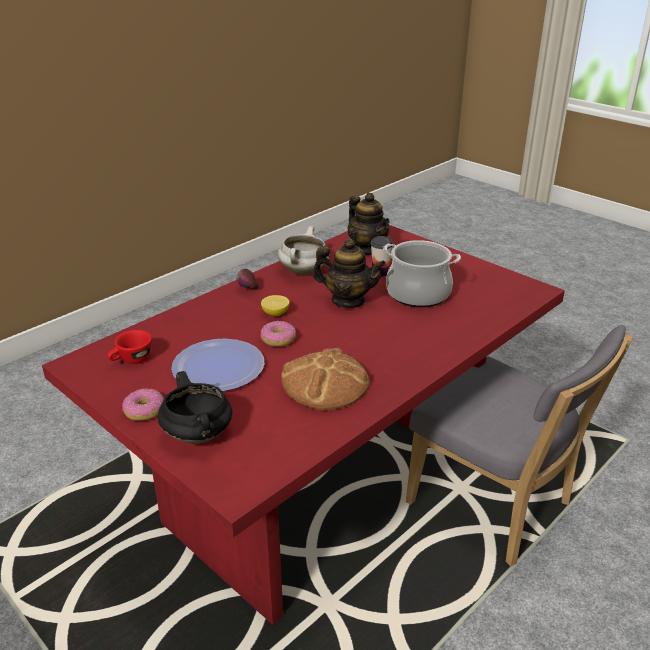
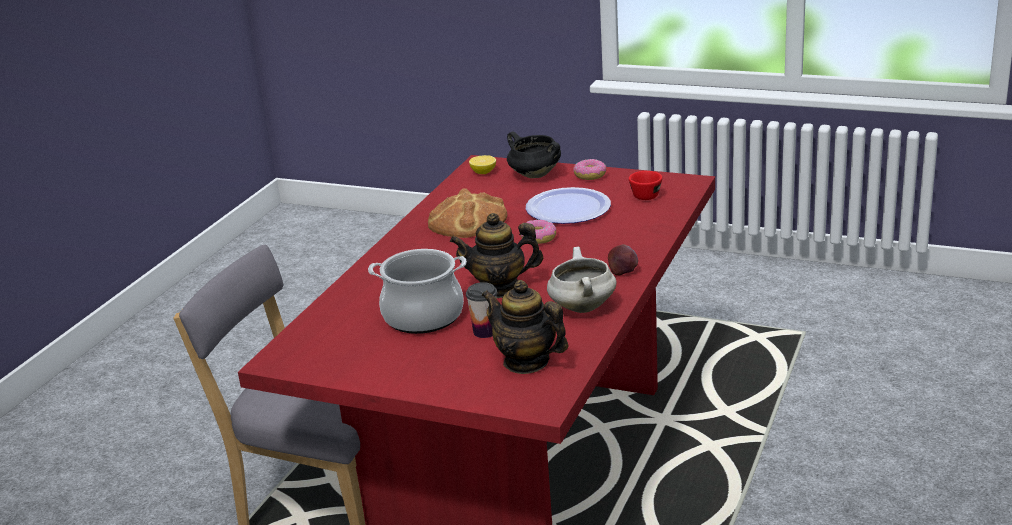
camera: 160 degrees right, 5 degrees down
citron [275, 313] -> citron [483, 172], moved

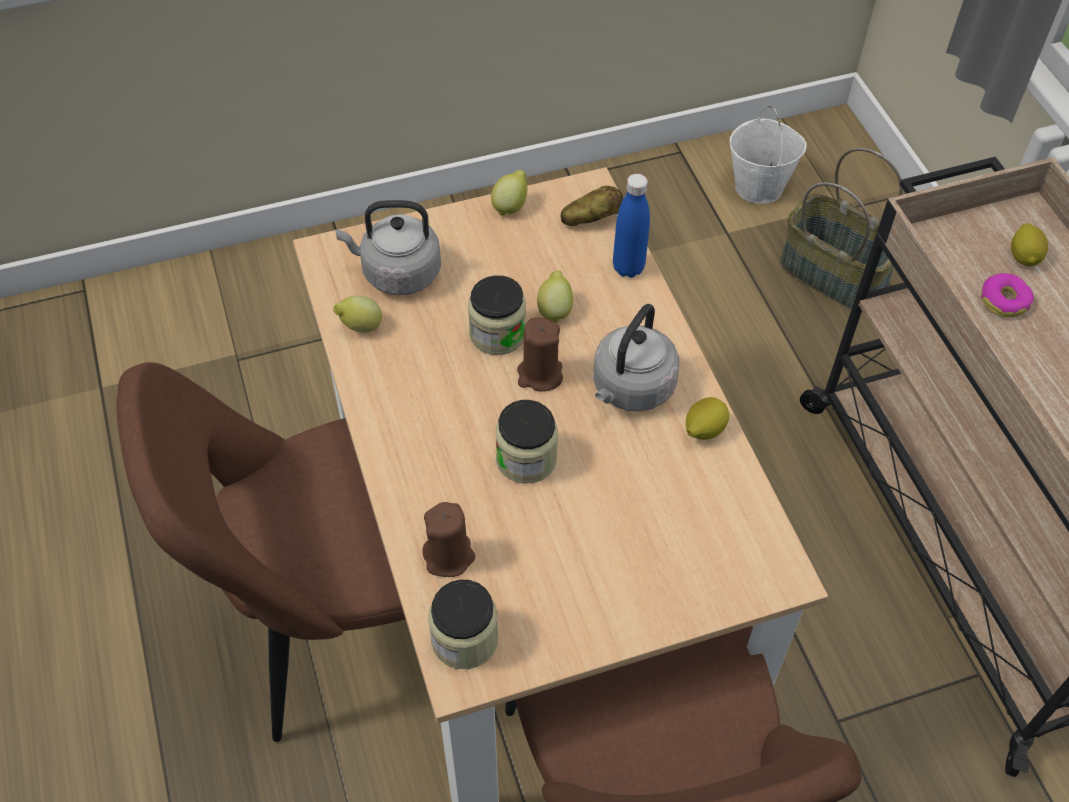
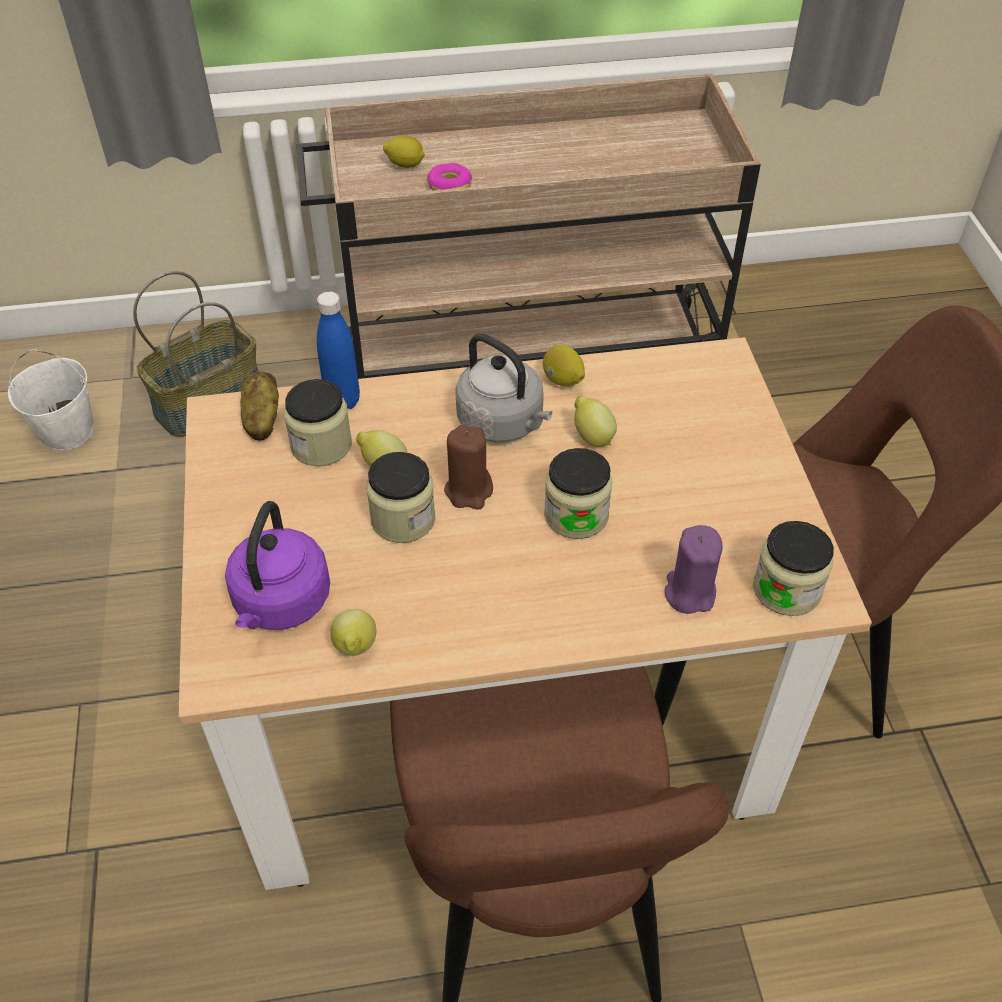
camera: 80 degrees left, 5 degrees down
citron [510, 206] -> citron [592, 437], moved
bouilloire [gris] [397, 273] -> bouilloire [violet] [280, 604]
bougie [marron] [449, 556] -> bougie [violet] [689, 592]
none -> bocal [321, 445]

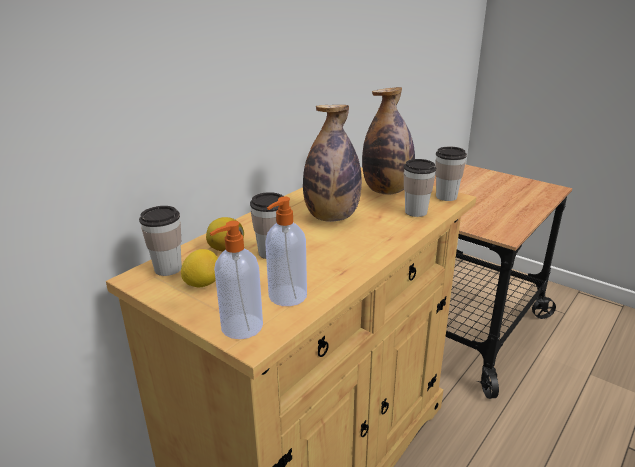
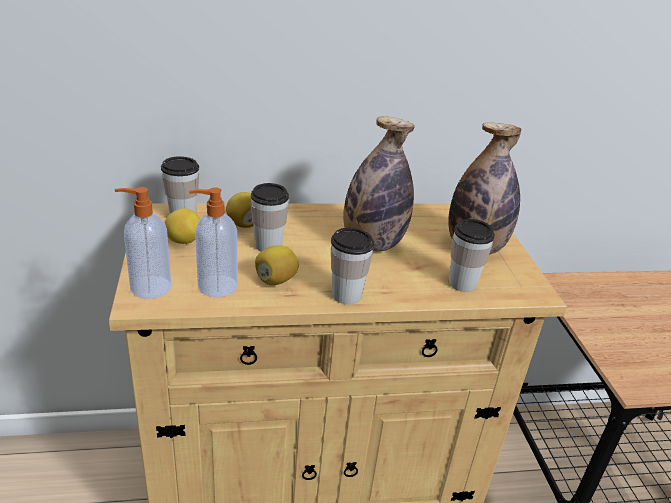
camera: 40 degrees right, 5 degrees up
tasse [446, 196] -> tasse [346, 295], moved
none -> citron [276, 280]

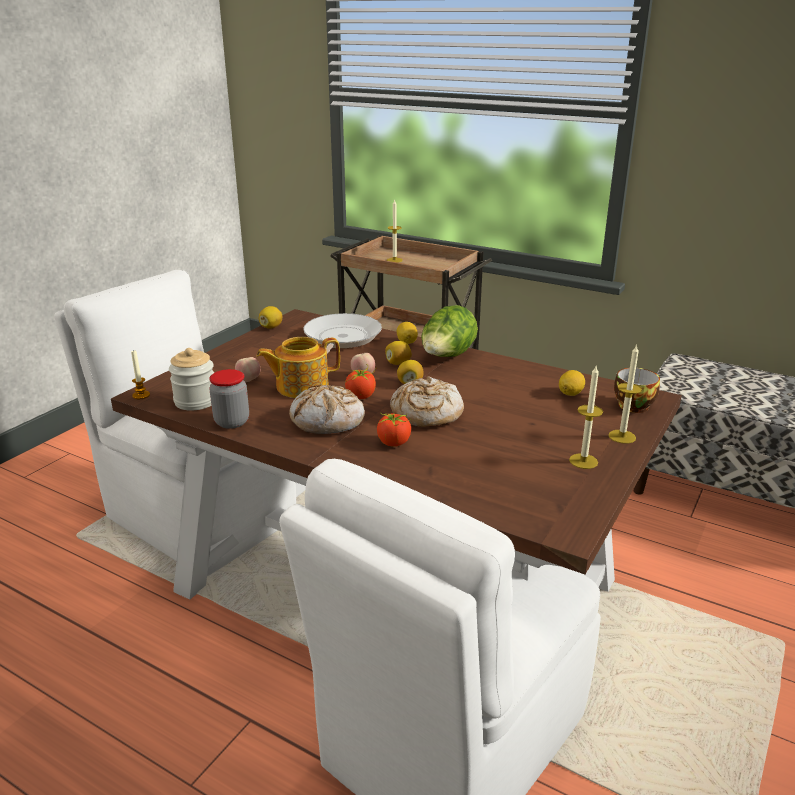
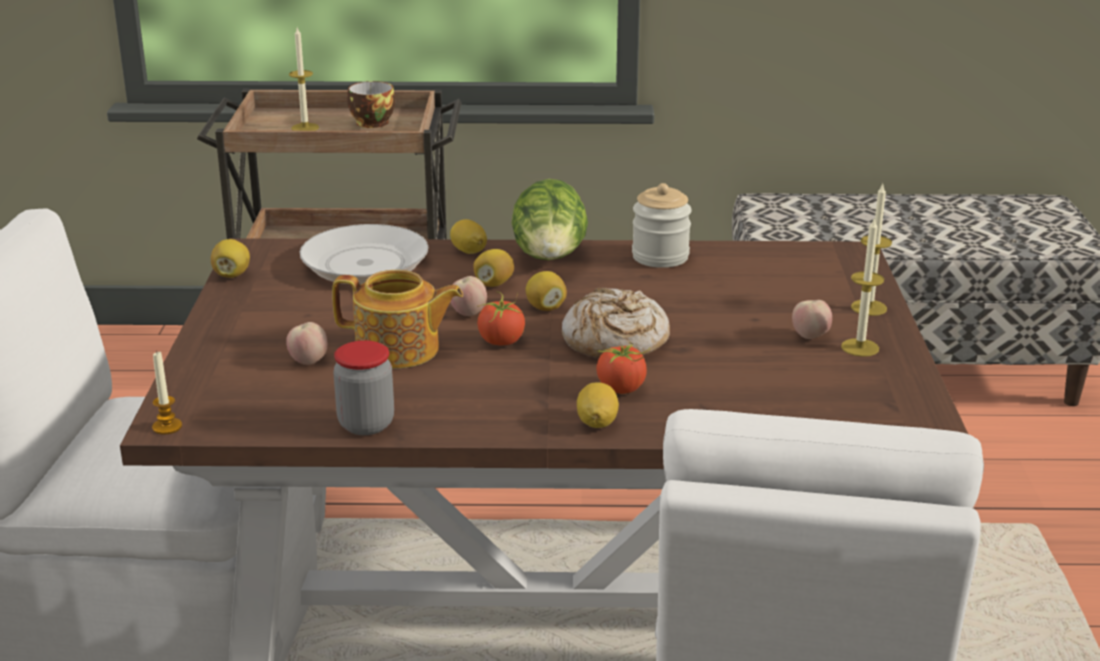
camera: 30 degrees left, 0 degrees up
théière [301, 386] -> théière [399, 350], 120 degrees counterclockwise
bocal [196, 401] -> bocal [660, 257], moved
tasse [631, 405] -> tasse [369, 122], moved
citron [570, 393] -> citron [597, 423], moved
pain [328, 420] -> none
none -> pomme [810, 336]

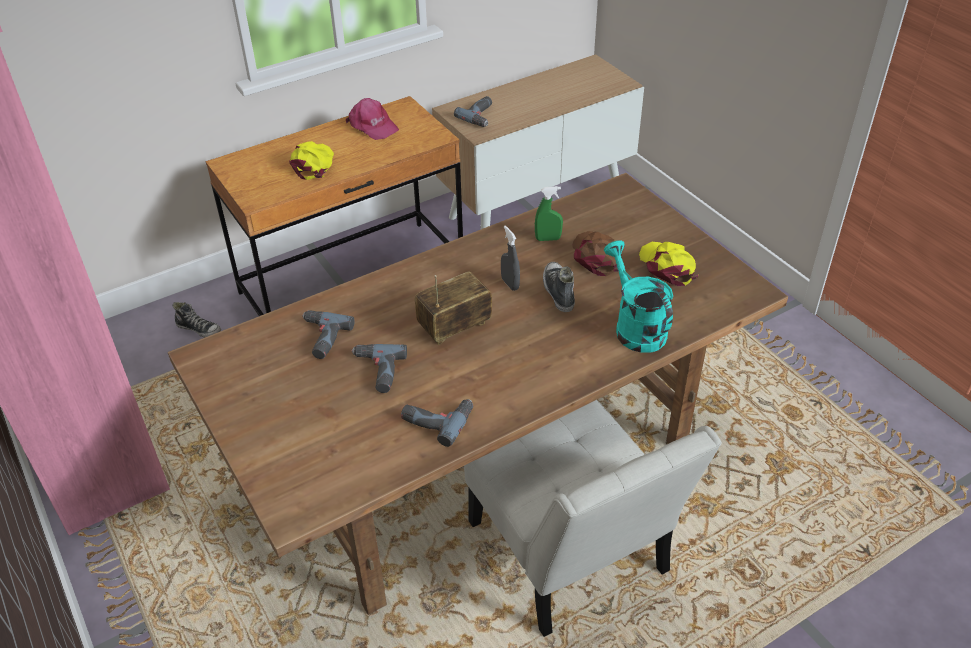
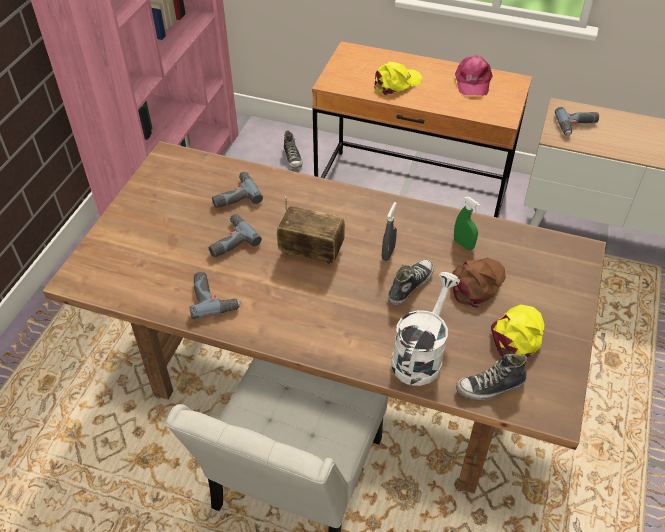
camera: 50 degrees right, 5 degrees up
arrosoir [turquoise] [635, 327] -> arrosoir [blanc] [420, 355]
none -> chaussure [490, 387]

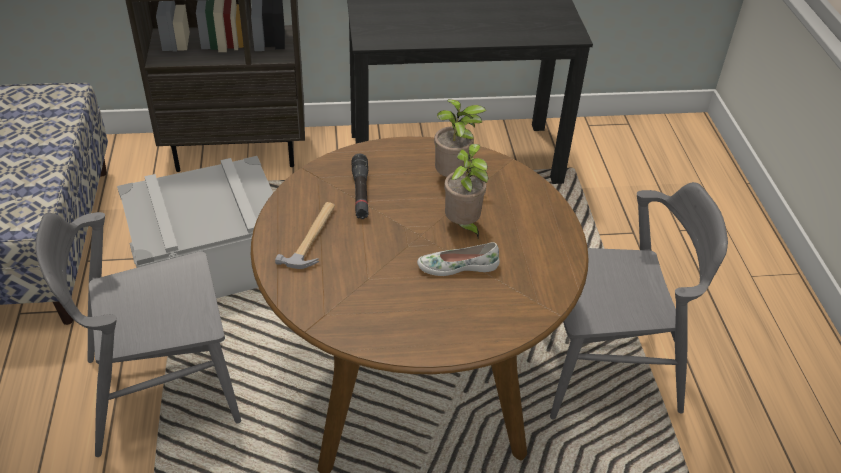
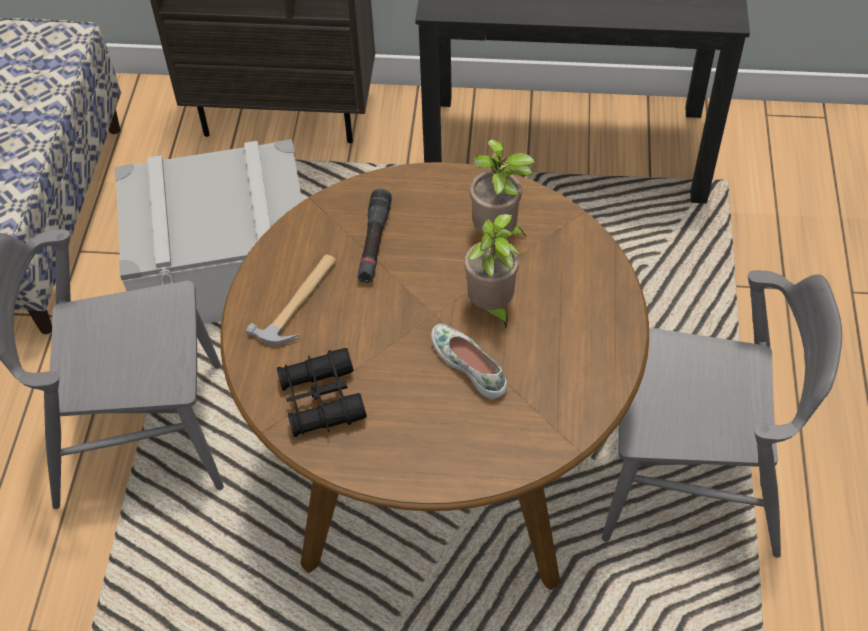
camera: 15 degrees right, 10 degrees up
chaussure [blanc] [457, 266] -> chaussure [blanc] [469, 364], 45 degrees clockwise
none -> jumelles [noir] [321, 400]

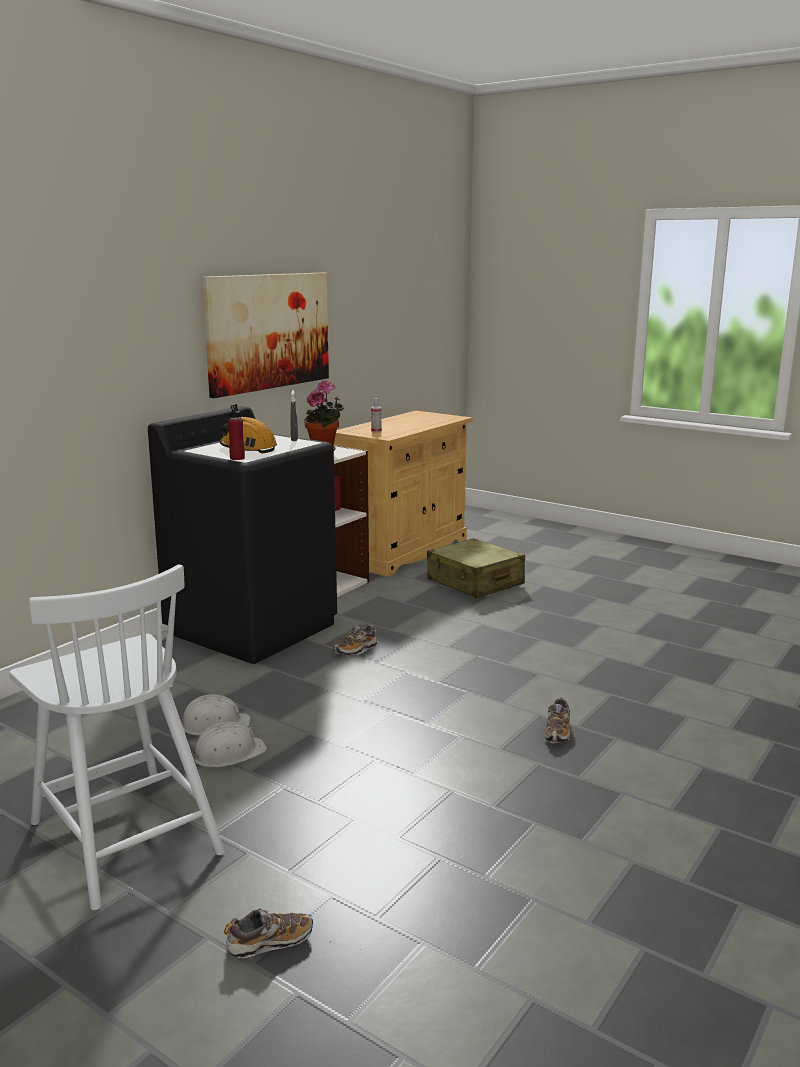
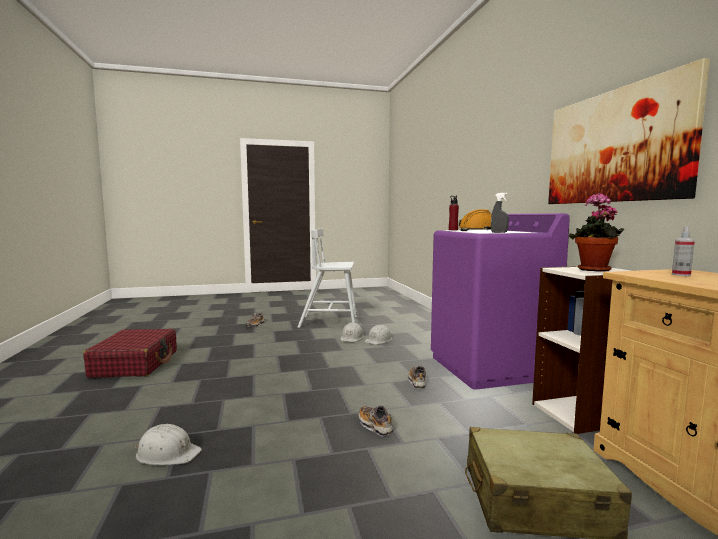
camera: 130 degrees right, 10 degrees down
lave-linge [noir] [253, 628] -> lave-linge [violet] [490, 368]
chaussure [558, 732] -> chaussure [374, 426], moved
none -> valise [rouge] [136, 363]
none -> casque de chantier [blanc] [167, 453]

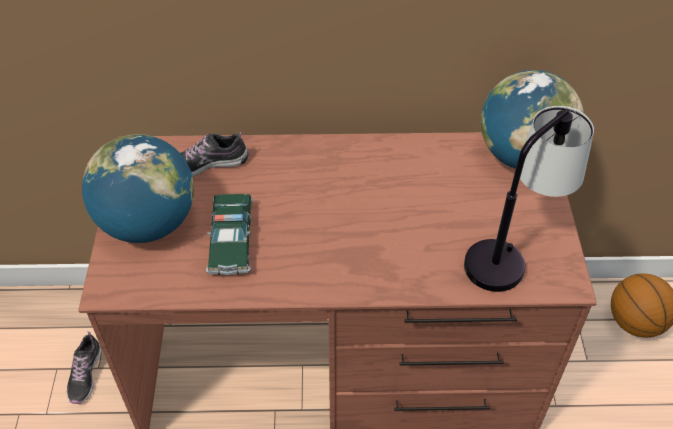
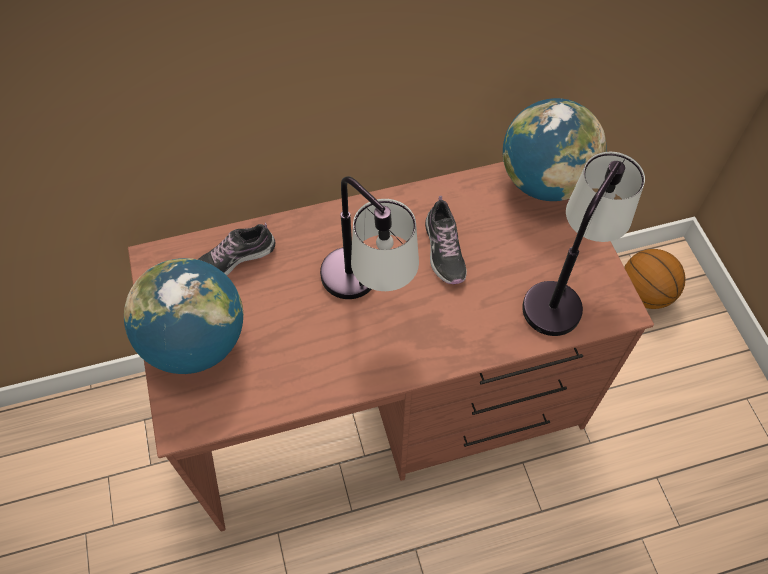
camera: 15 degrees left, 10 degrees up
petite voiture [231, 240] -> none
chaussure [85, 374] -> chaussure [444, 250], moved
none -> lampe de table [367, 293]

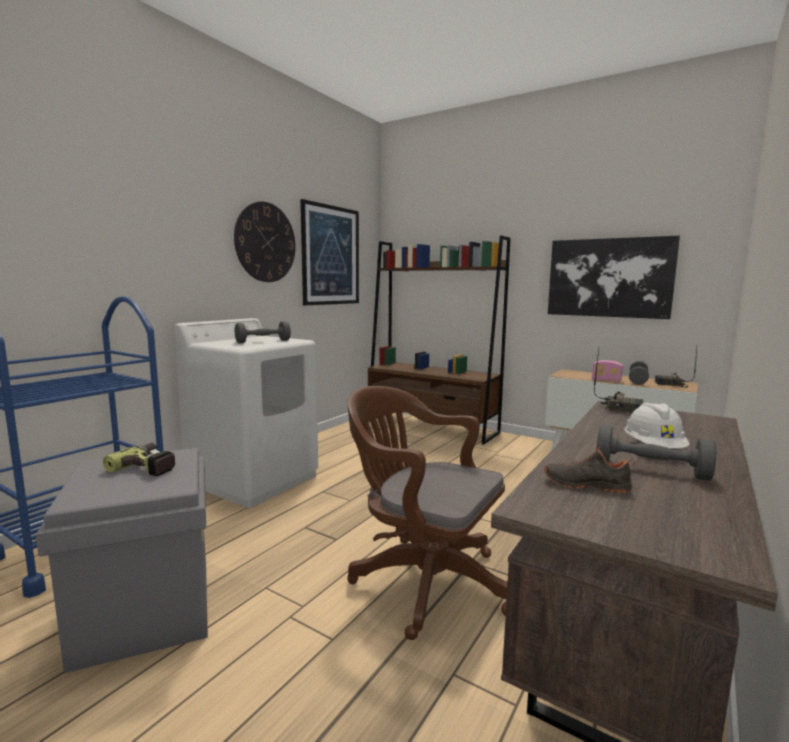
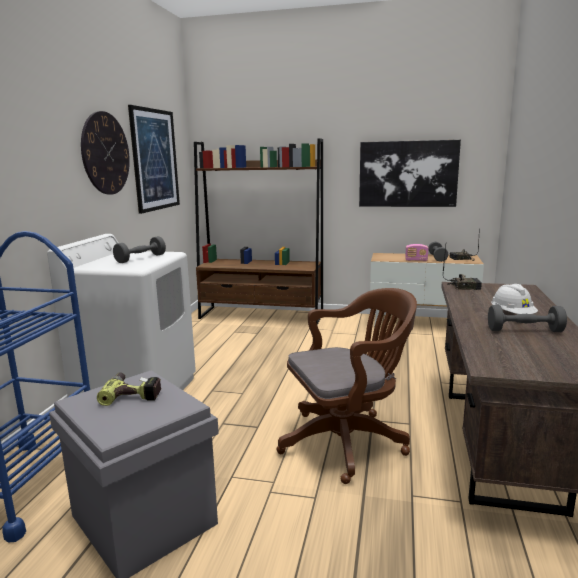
camera: 20 degrees left, 5 degrees up
chaise de bureau [marron] [423, 580] -> chaise de bureau [marron] [348, 441], 150 degrees clockwise
chaussure [noir] [586, 484] -> none

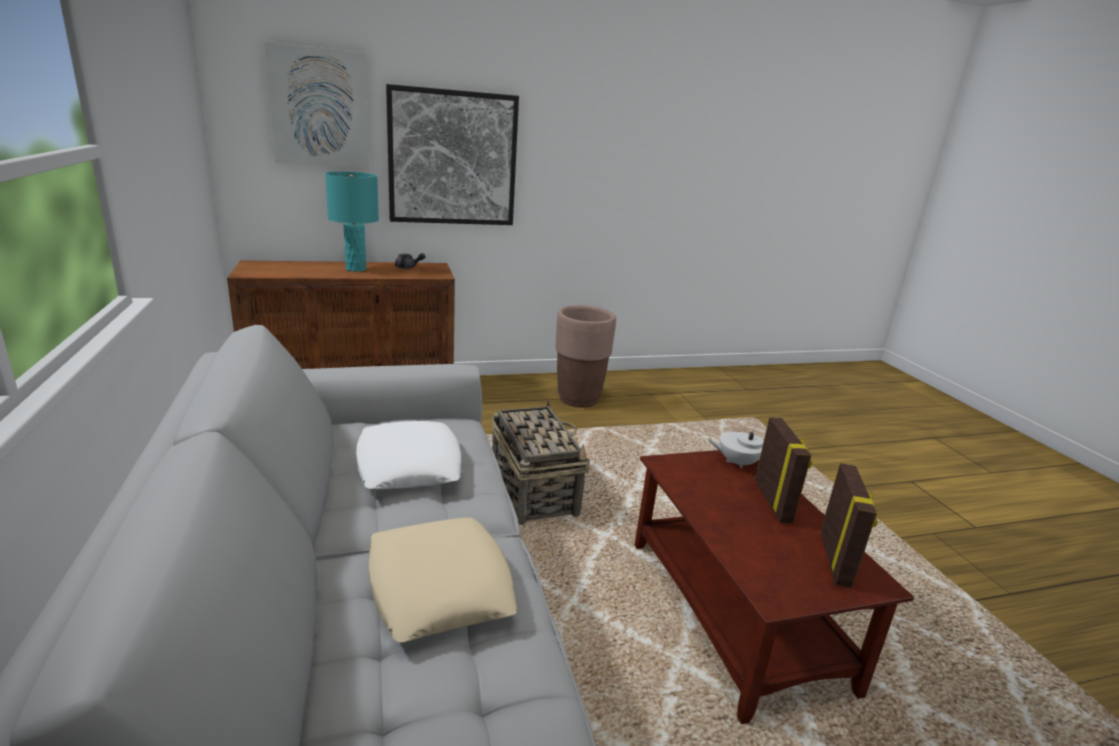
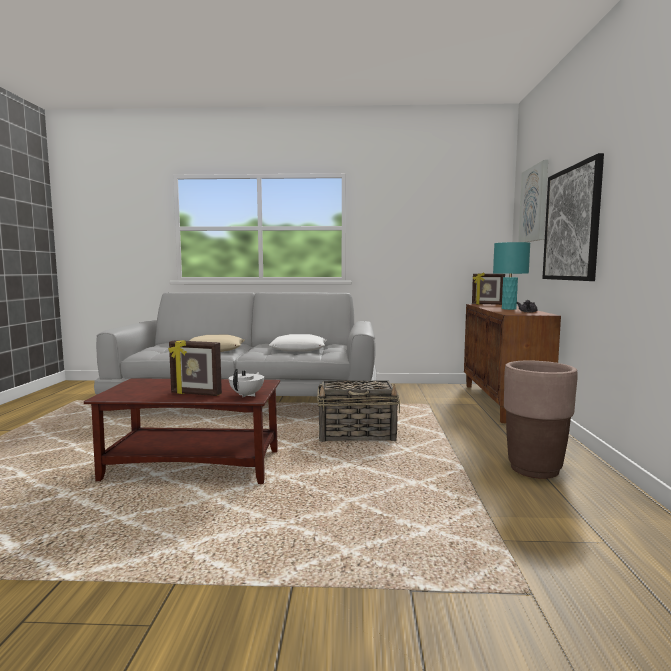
camera: 110 degrees right, 15 degrees down
cadre photo [836, 559] -> cadre photo [487, 304], moved

